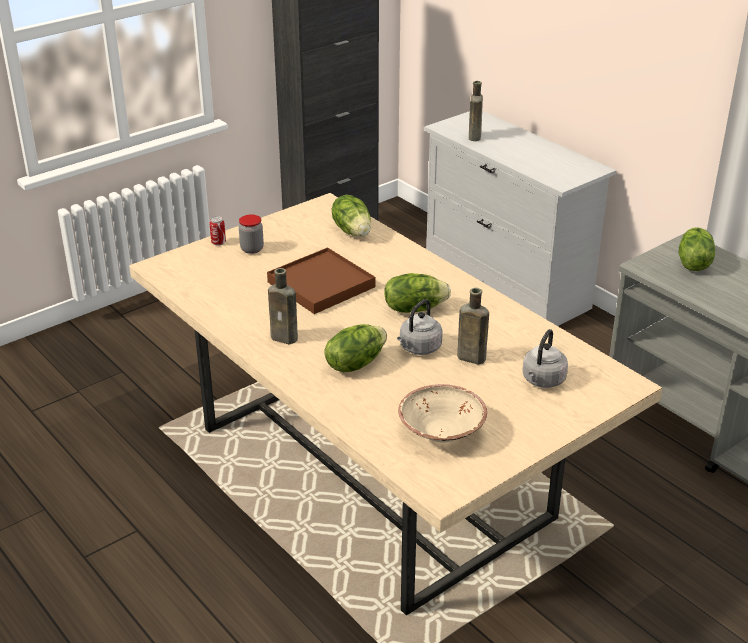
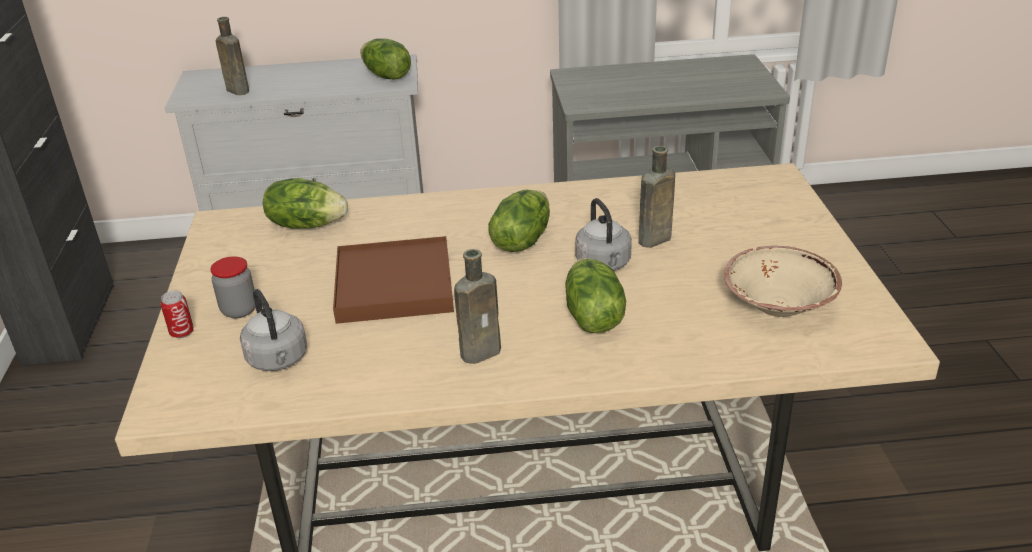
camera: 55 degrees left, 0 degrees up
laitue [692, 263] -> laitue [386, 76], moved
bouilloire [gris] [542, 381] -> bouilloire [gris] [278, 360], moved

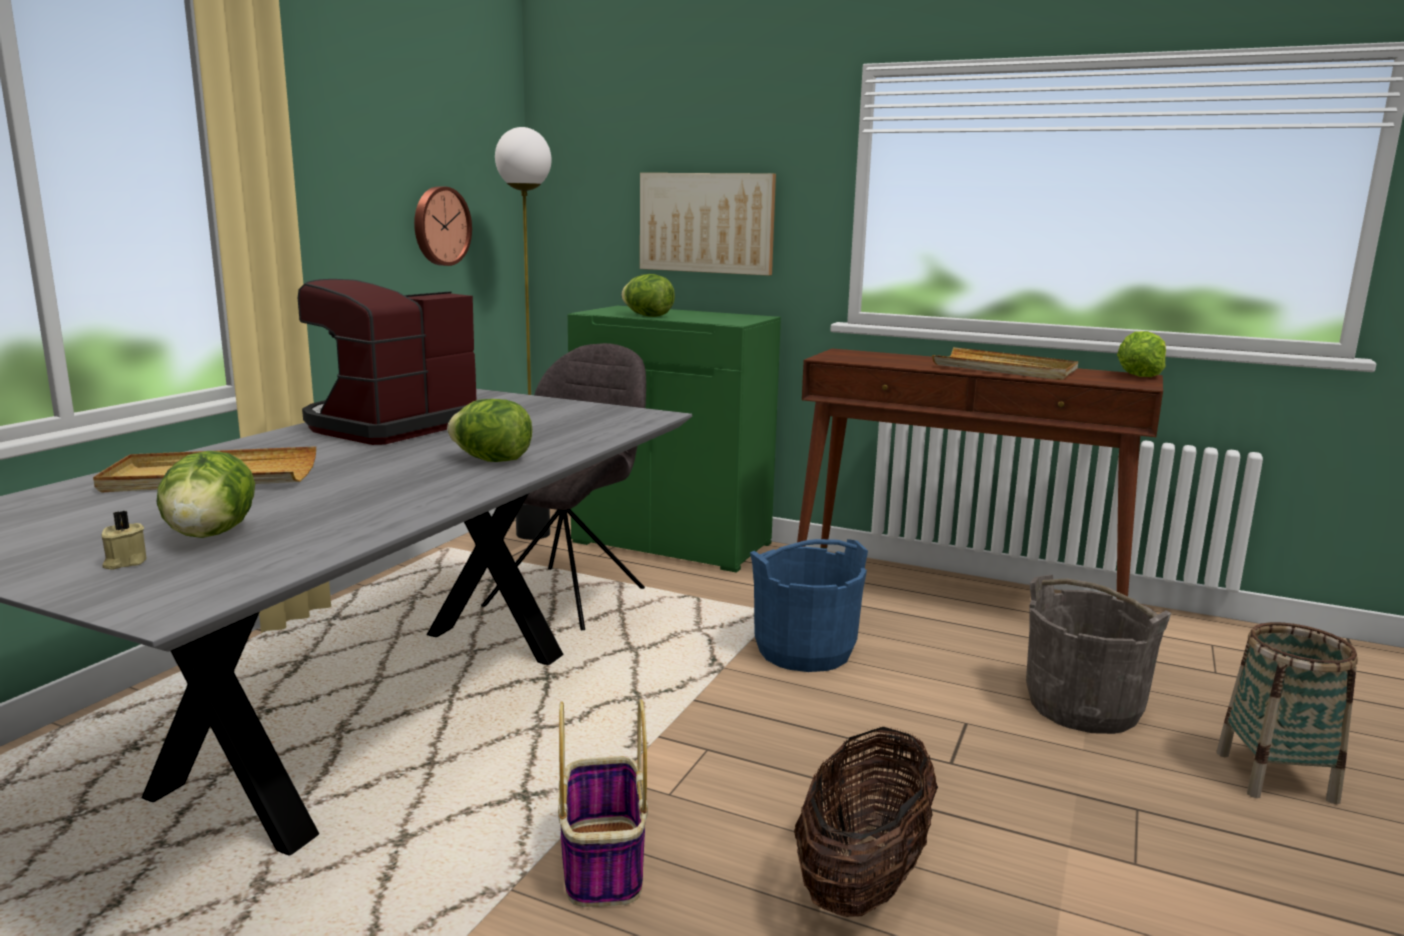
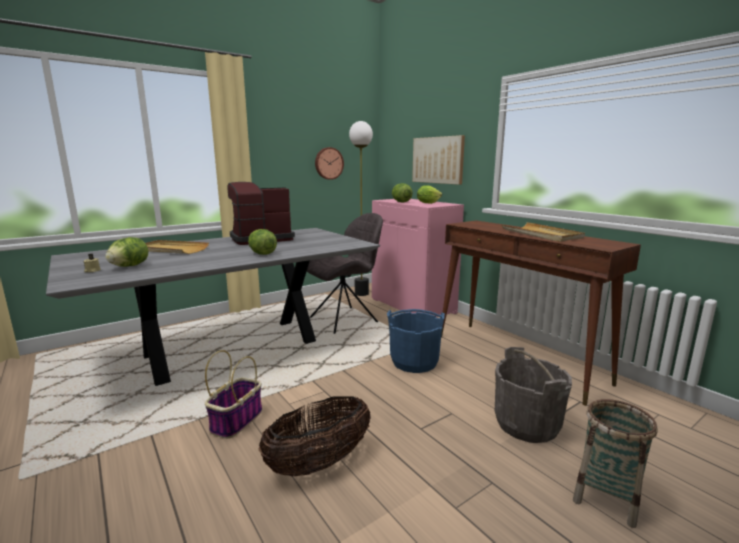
camera: 30 degrees right, 0 degrees up
meuble de rangement [vert] [673, 542] -> meuble de rangement [rose] [413, 306]
laitue [1139, 376] -> laitue [428, 203], moved

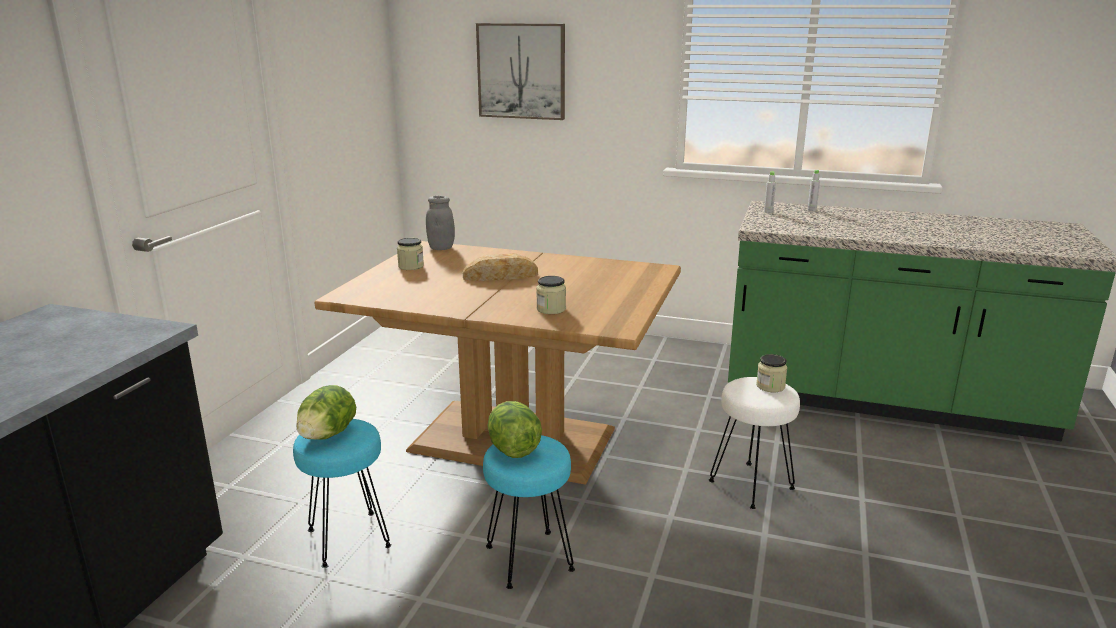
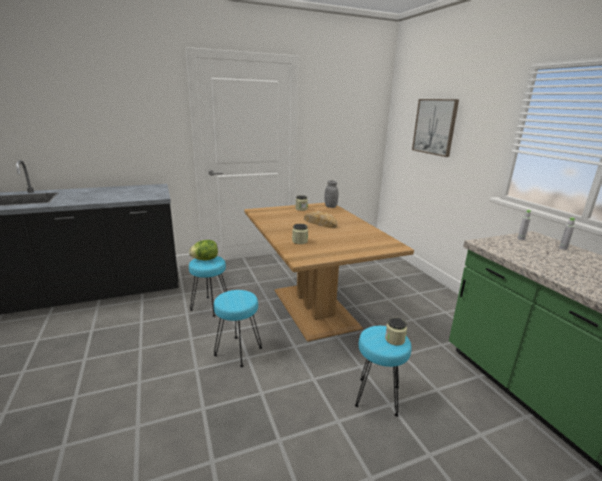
camera: 50 degrees right, 0 degrees up
tabouret [blanc] [751, 485] -> tabouret [turquoise] [377, 397]
laitue [513, 449] -> none

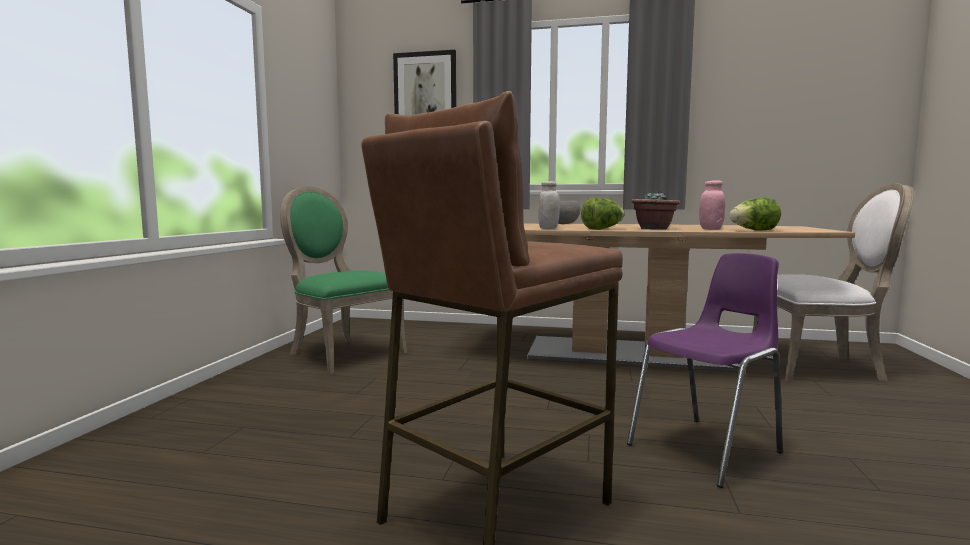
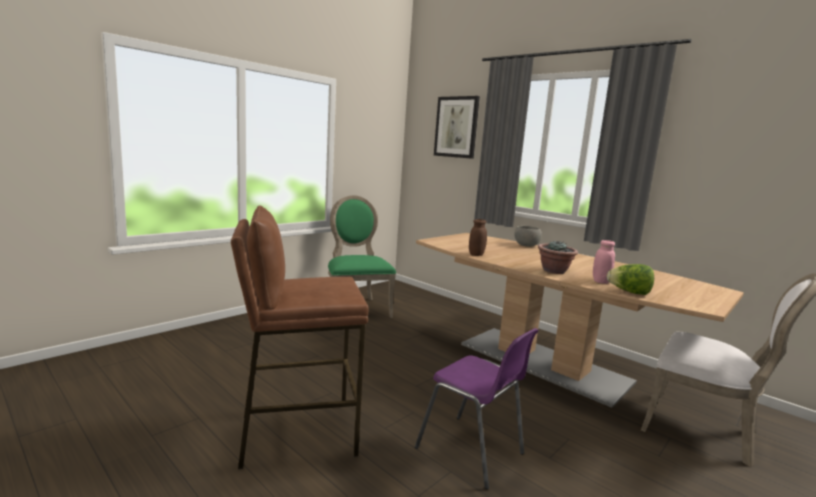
camera: 30 degrees right, 5 degrees up
bocal [blanc] [548, 228] -> bocal [marron] [476, 254]
laitue [602, 229] -> none
chaise [violet] [708, 448] -> chaise [violet] [472, 452], 45 degrees clockwise

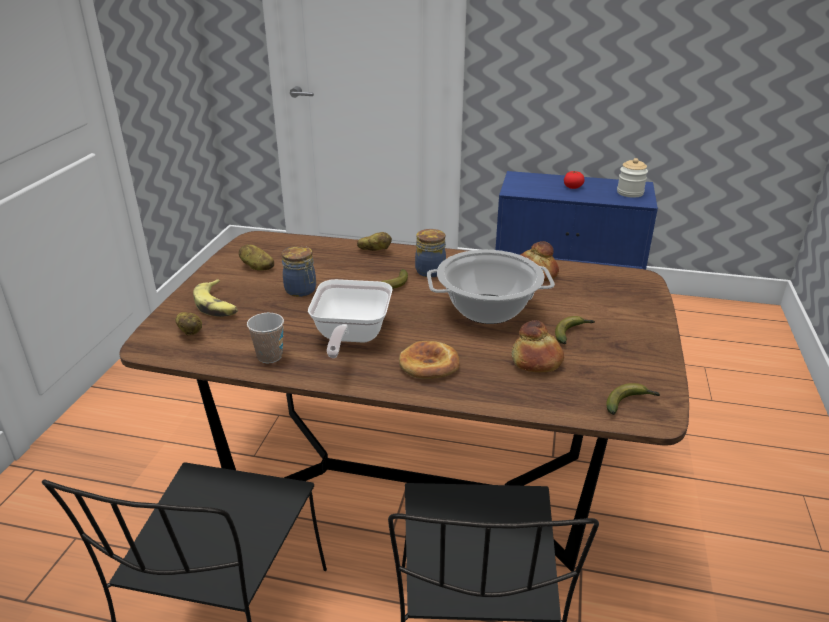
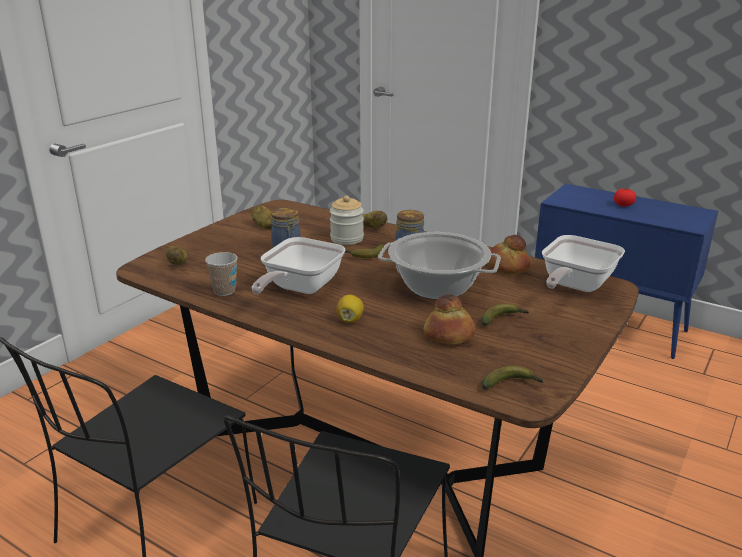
camera: 20 degrees right, 5 degrees down
bocal [630, 193] -> bocal [347, 239], moved
banane [217, 305] -> none
pain [429, 364] -> citron [350, 320]
none -> poêle [574, 286]

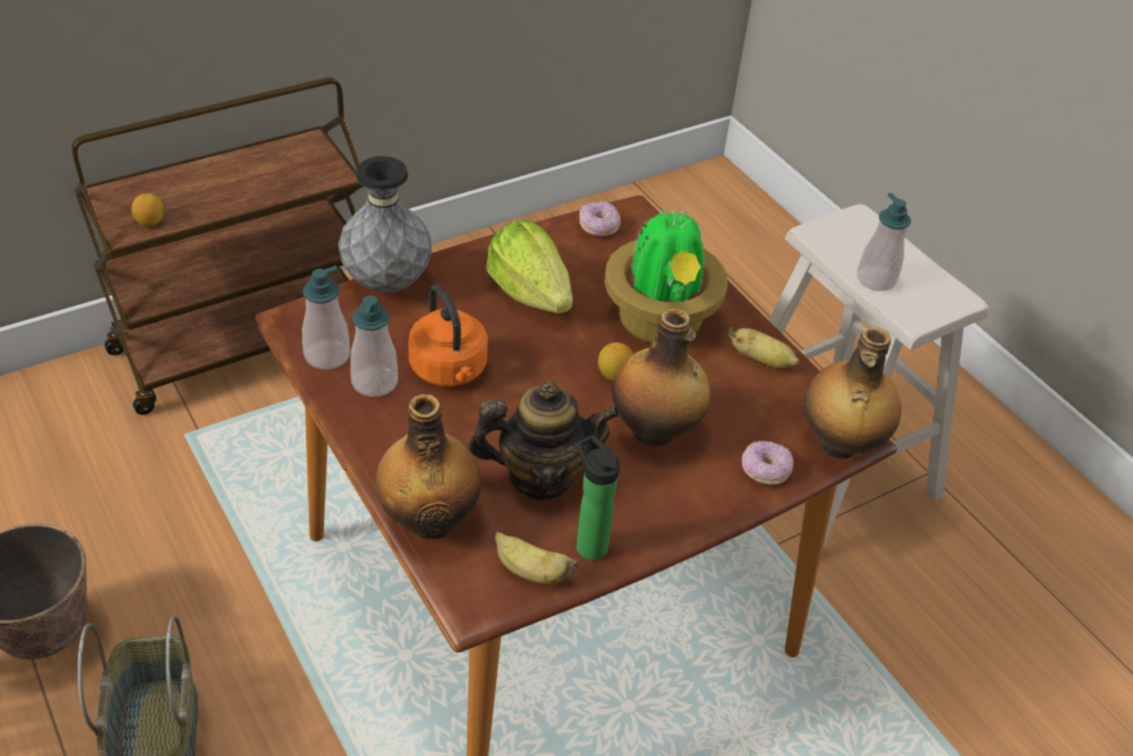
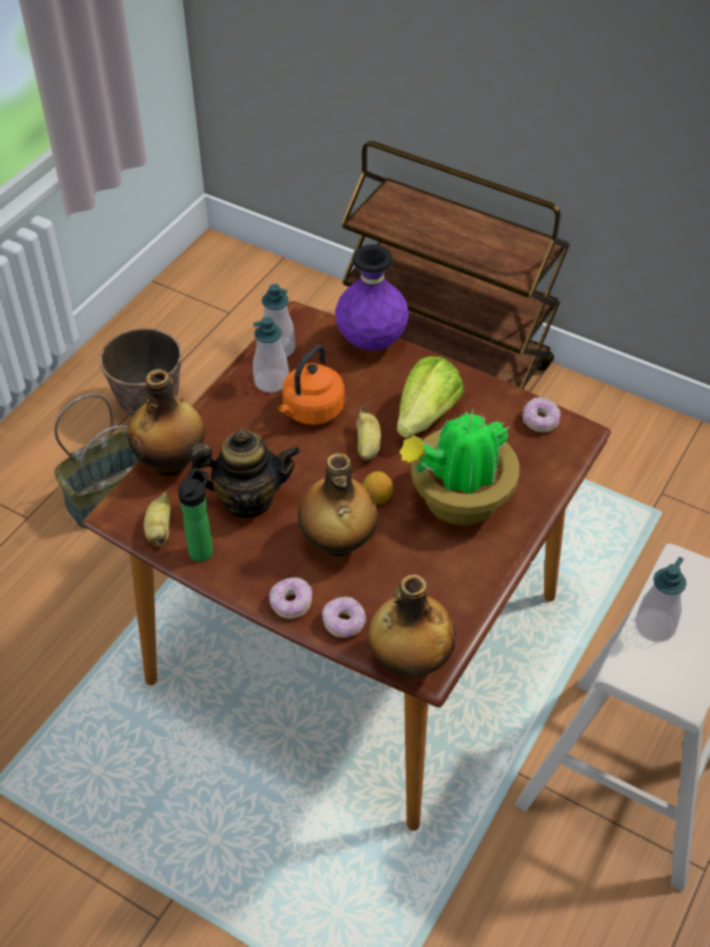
camera: 65 degrees right, 5 degrees up
vase [gris] [387, 283] -> vase [violet] [371, 342]
citron [150, 222] -> none
banane [761, 360] -> banane [367, 446], moved
théière [541, 476] -> théière [247, 499], 60 degrees counterclockwise
none -> beignet [291, 603]

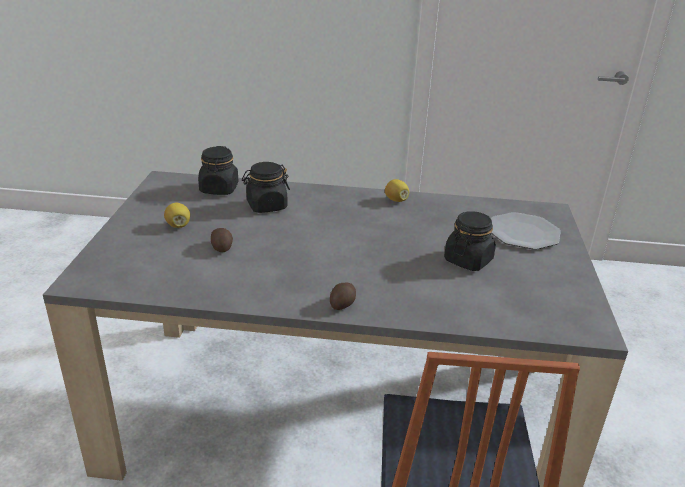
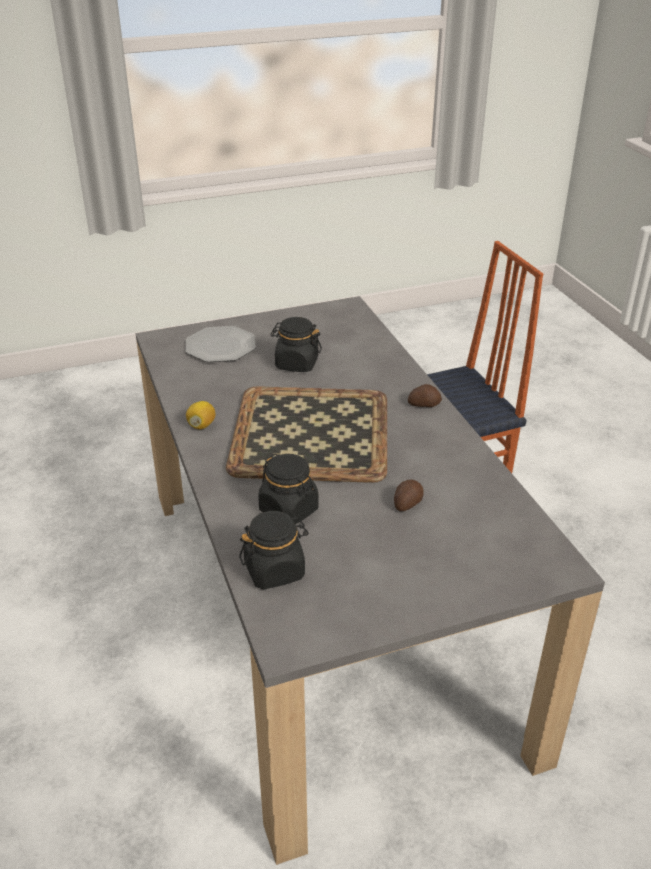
camera: 115 degrees left, 5 degrees up
citron [178, 225] -> none
none -> plateau [312, 435]

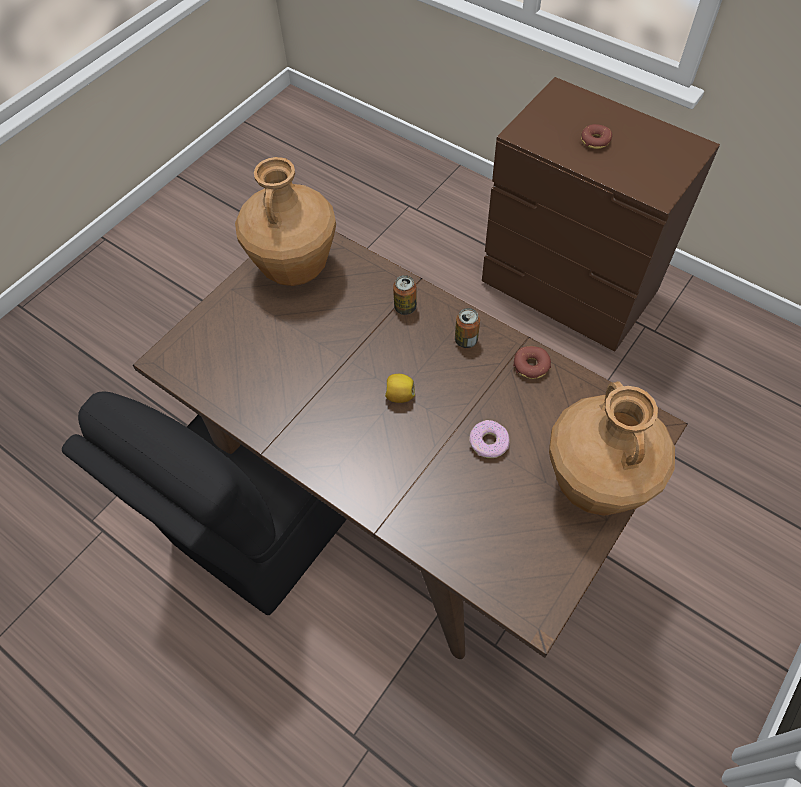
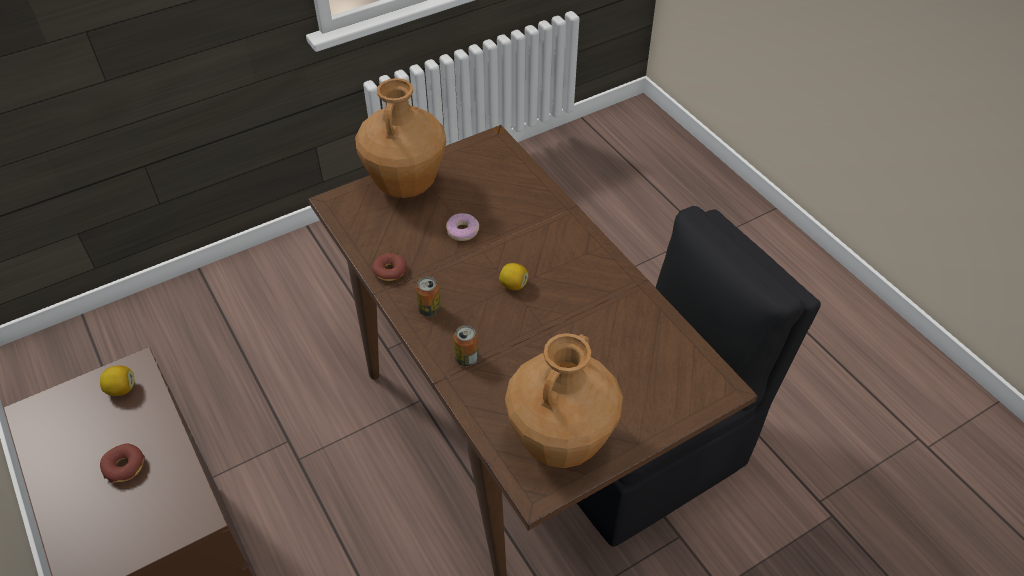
camera: 160 degrees left, 10 degrees down
none -> citron [121, 389]

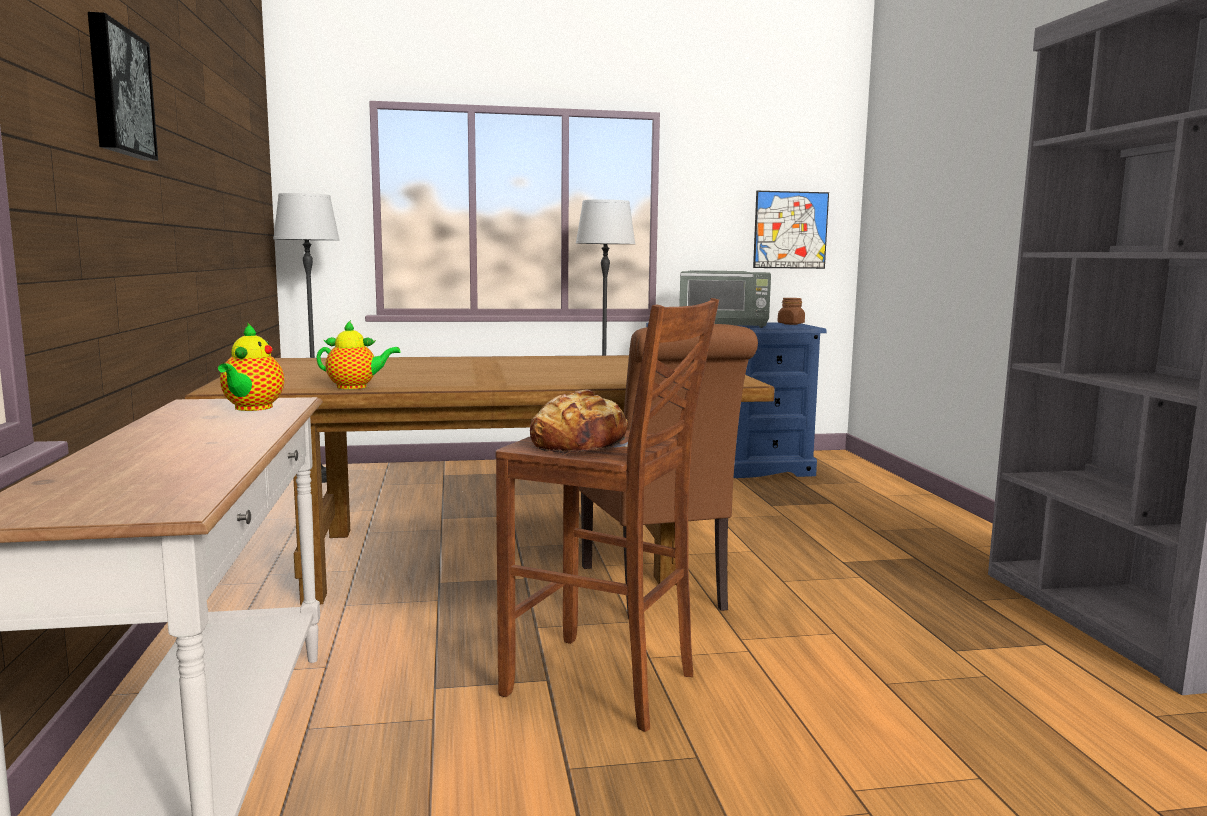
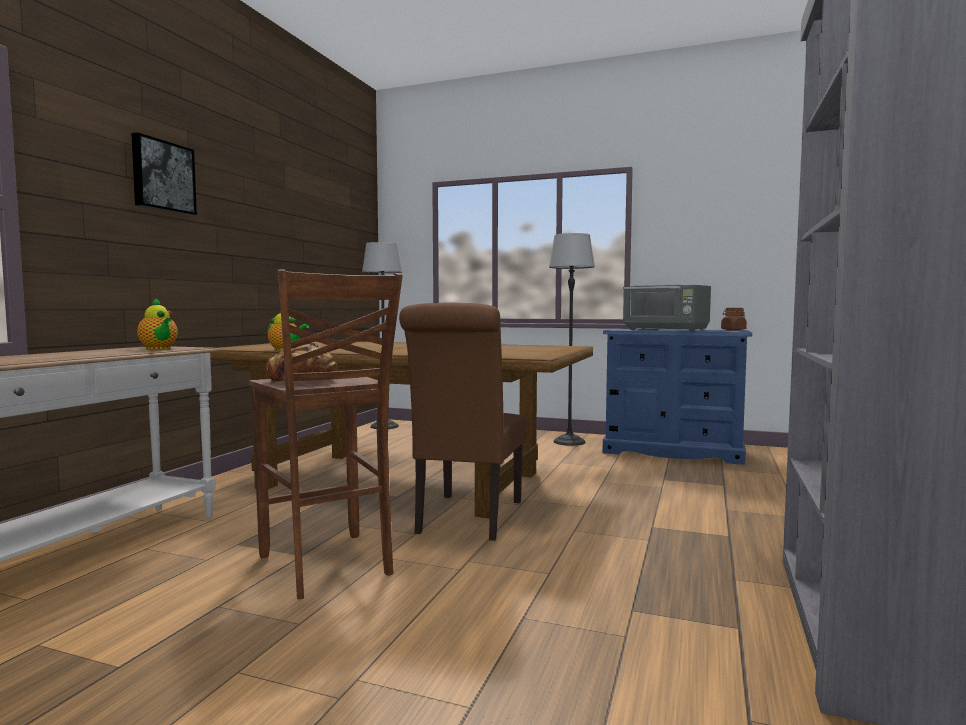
camera: 30 degrees right, 5 degrees down
tableau [790, 230] -> none
théière [251, 408] -> théière [159, 349], 75 degrees counterclockwise

